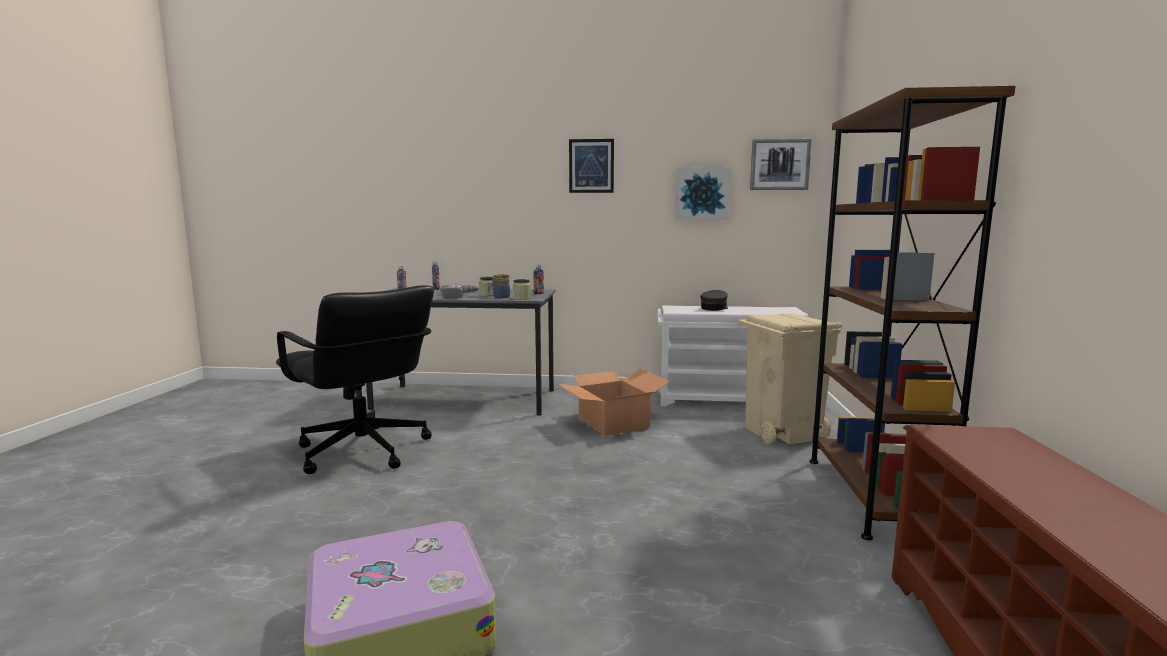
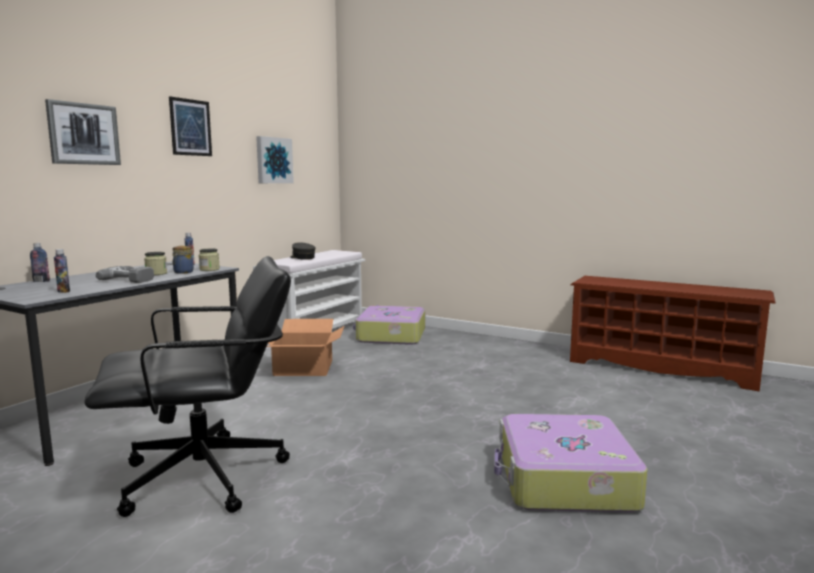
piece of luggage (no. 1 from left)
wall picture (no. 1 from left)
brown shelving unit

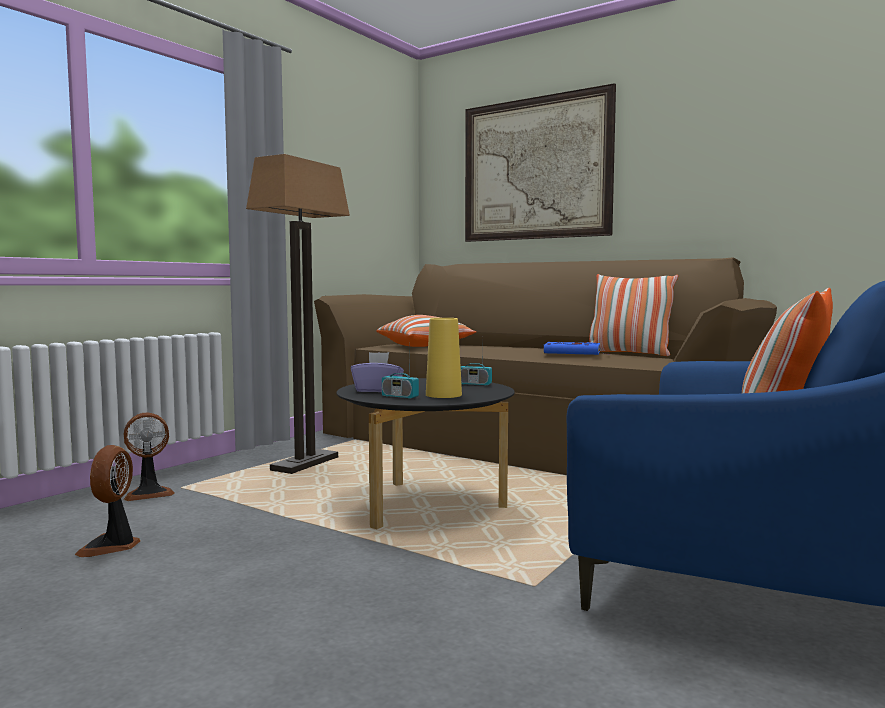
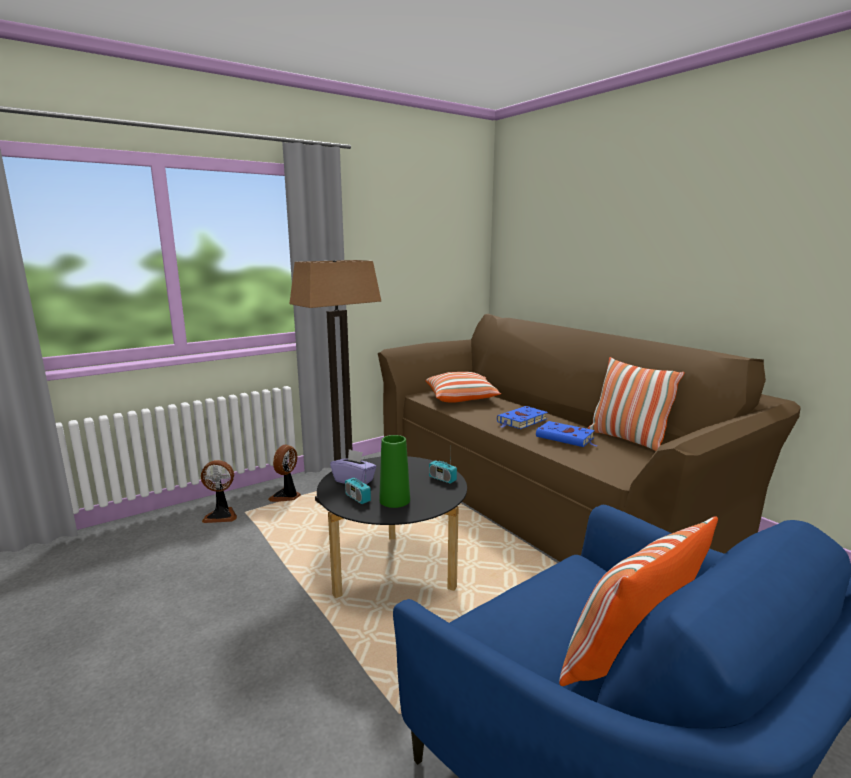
cooling fan (no. 2 from left)
green decorative vase
wall picture
blue book (no. 1 from left)

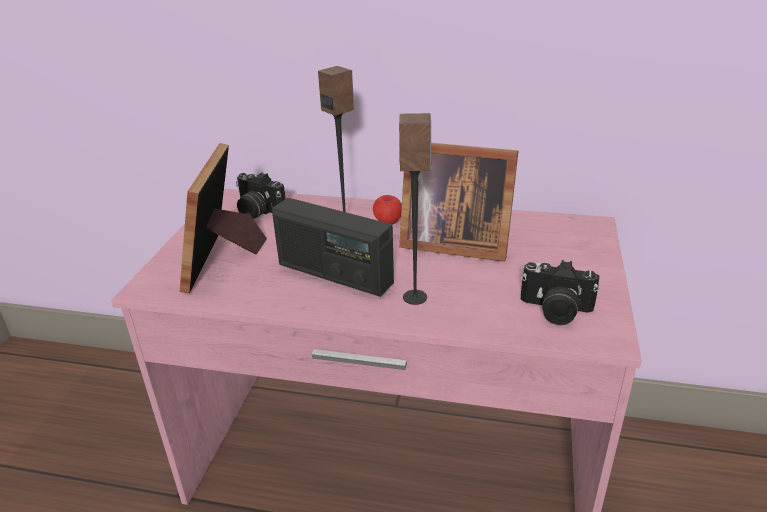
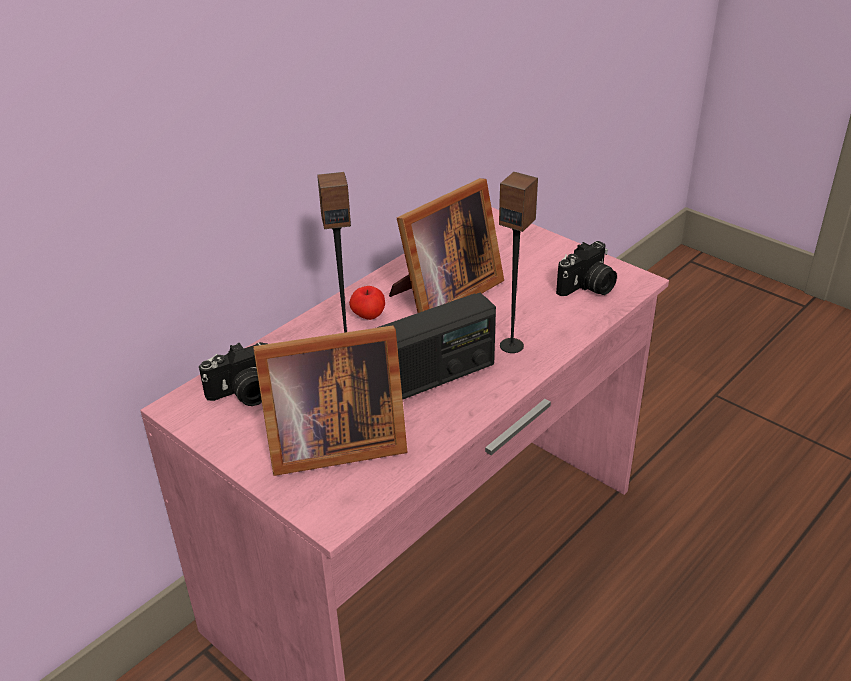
photo frame (no. 1 from left)

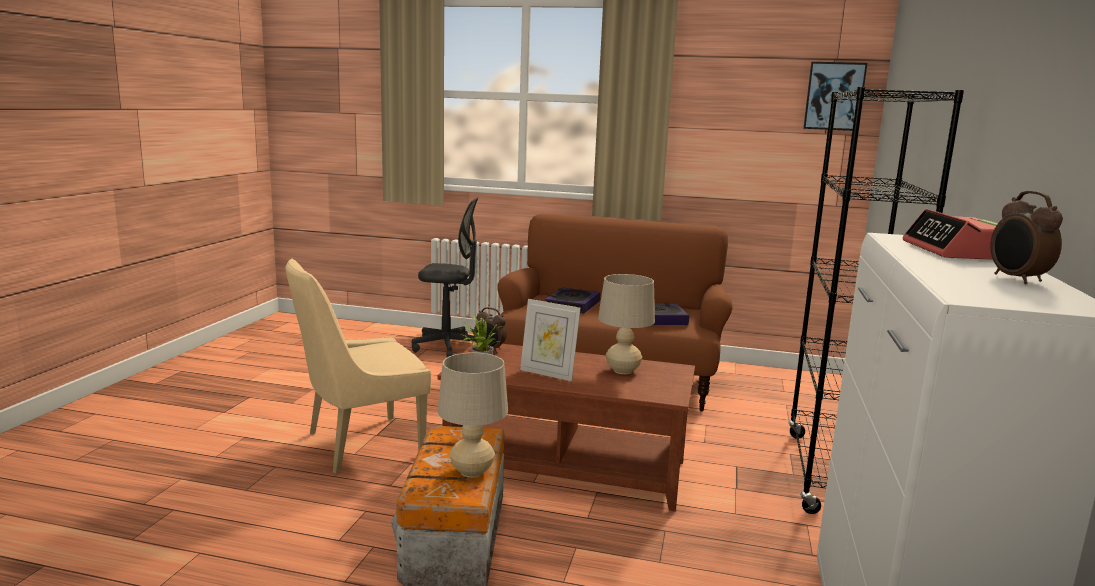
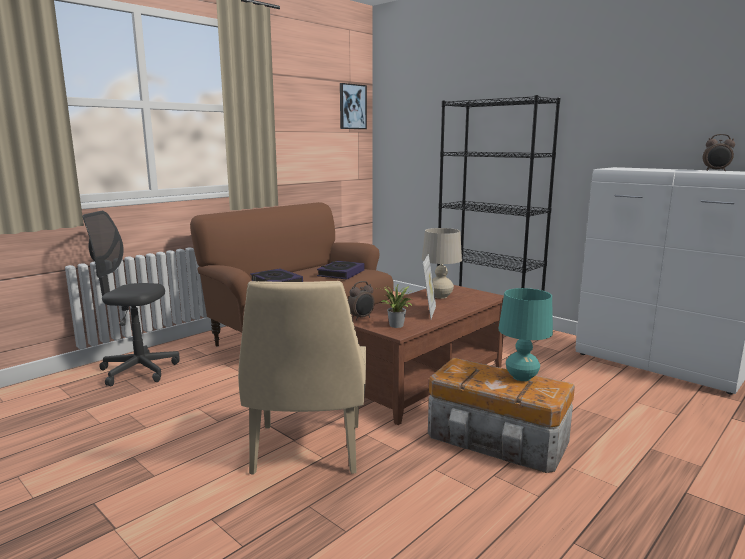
greyish computer chair
turquoise-coloured table lamp
photo frame
bedside clock (no. 2 from left in the first image)

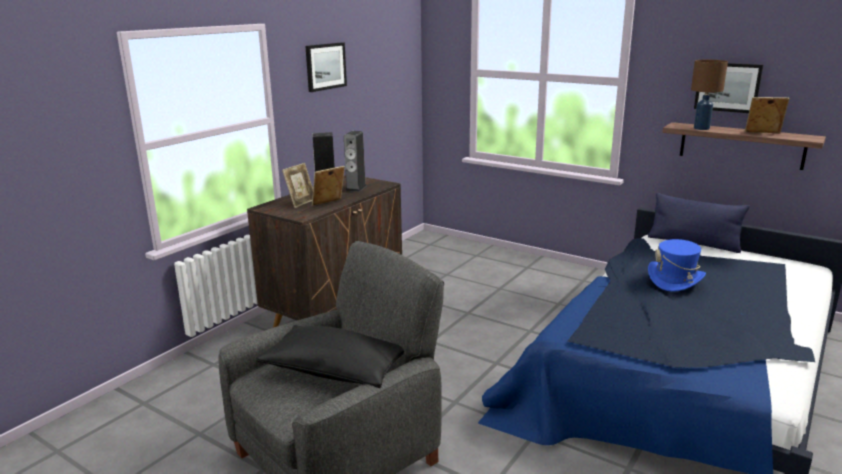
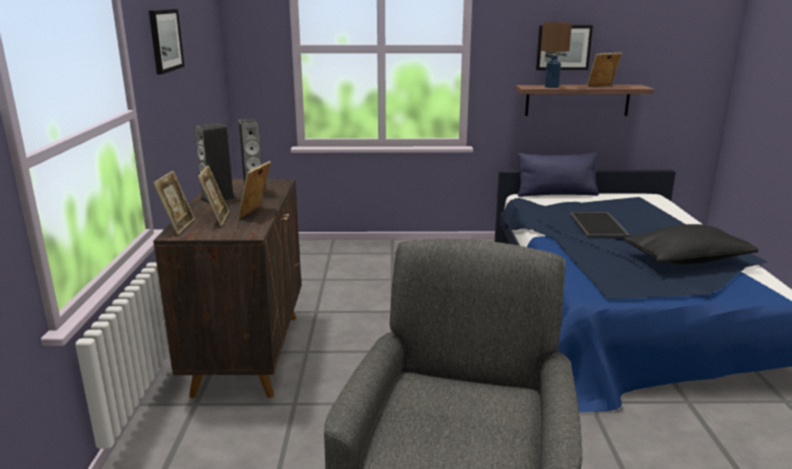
blackish throw pillow
tray
photo frame (no. 1 from left)

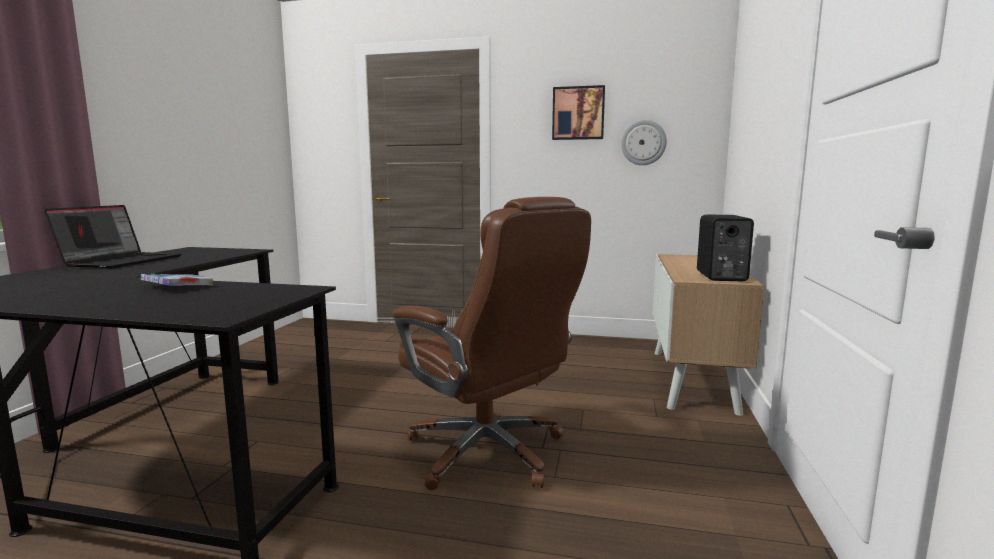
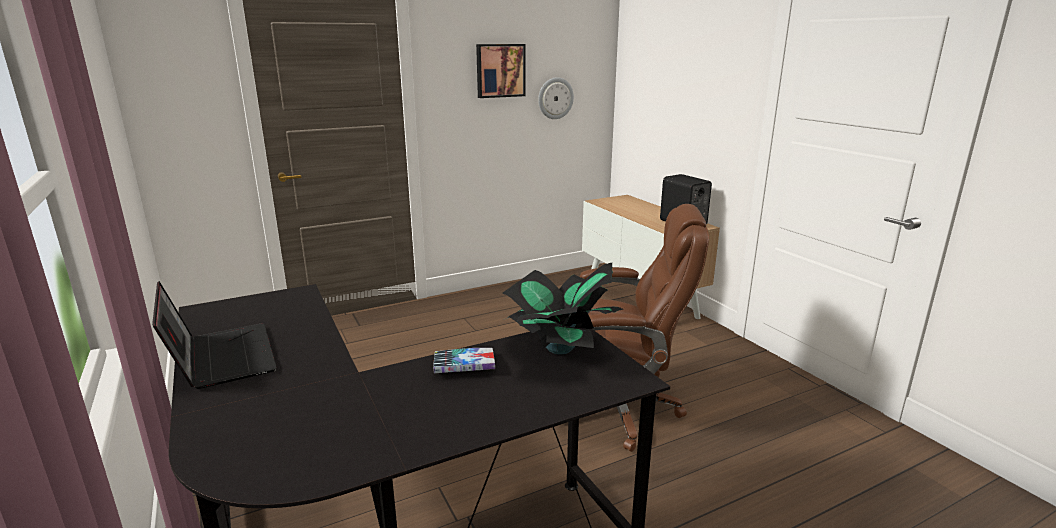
potted plant

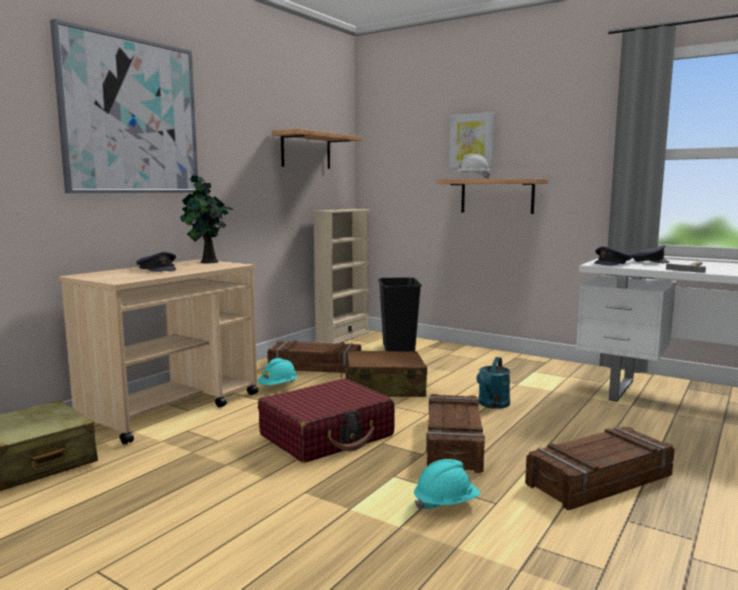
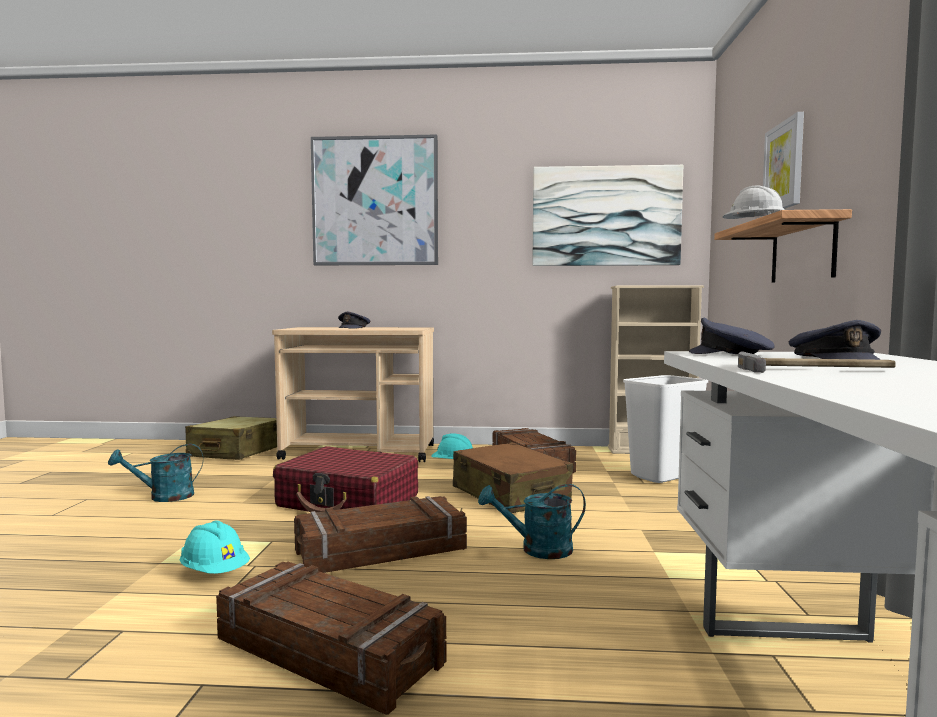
potted plant
wall picture (no. 2 from left)
white-coloured rubbish bin
turquoise-coloured sprinkling can (no. 1 from left)

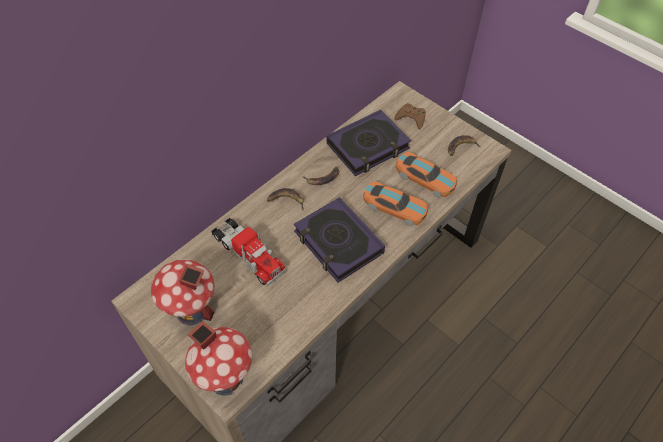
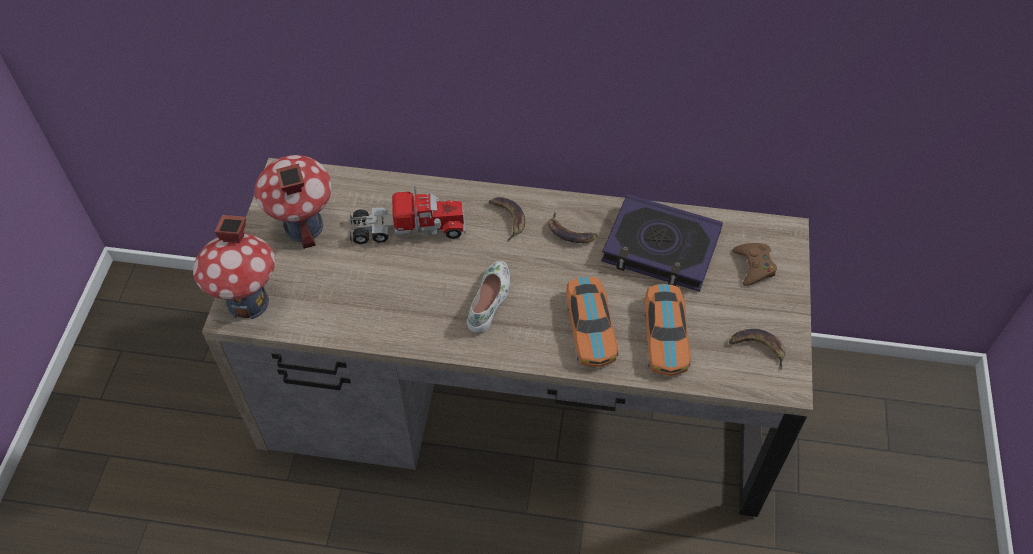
toy lorry
white-coloured low shoe

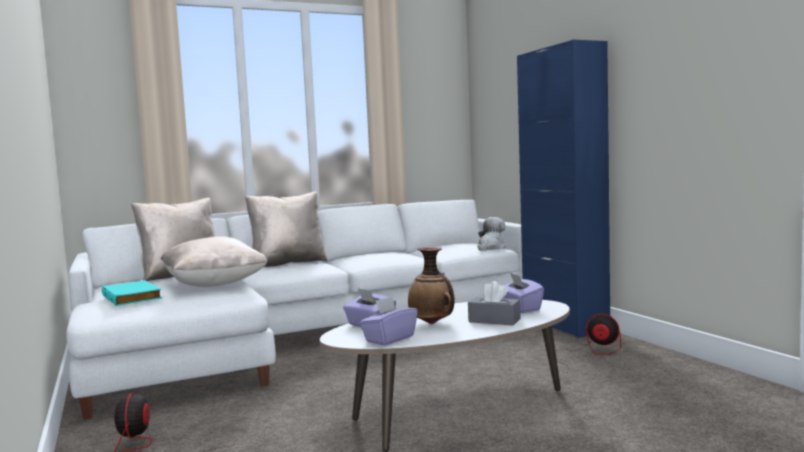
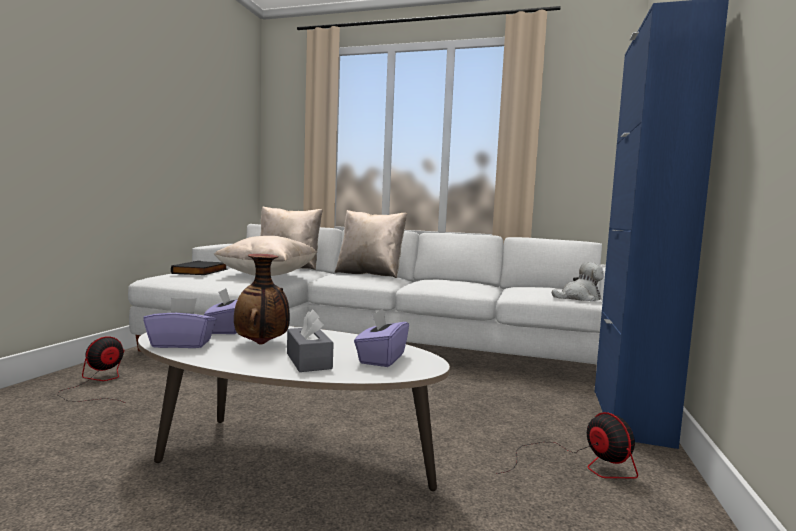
blackish book

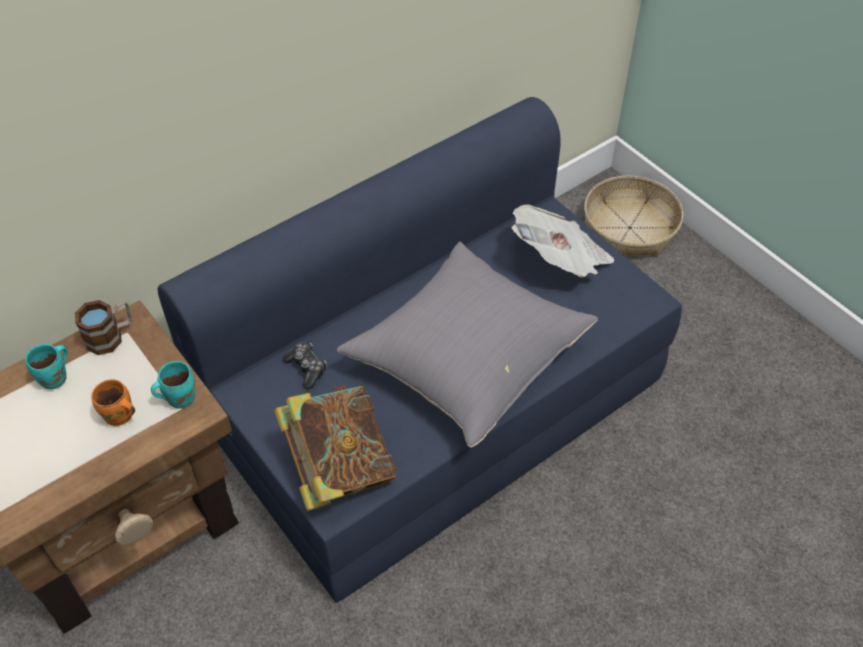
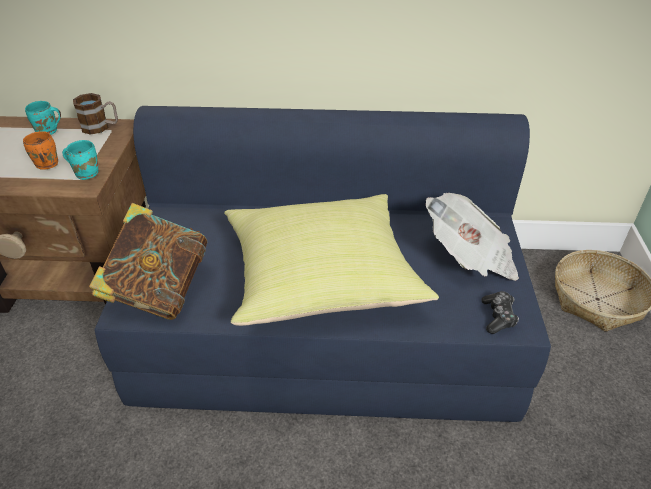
gamepad
yellow throw pillow

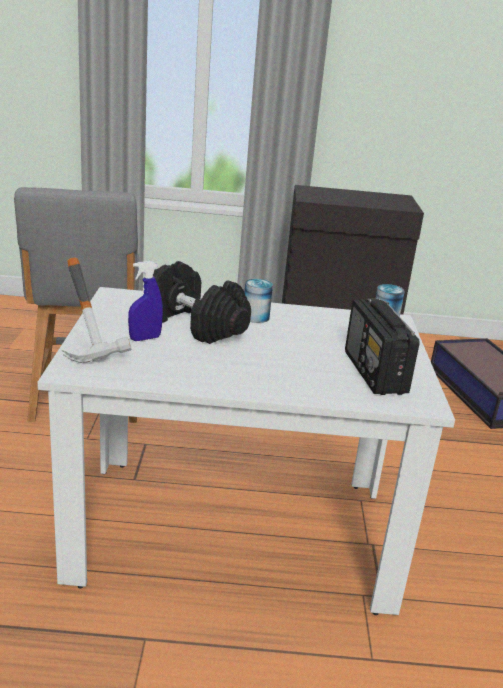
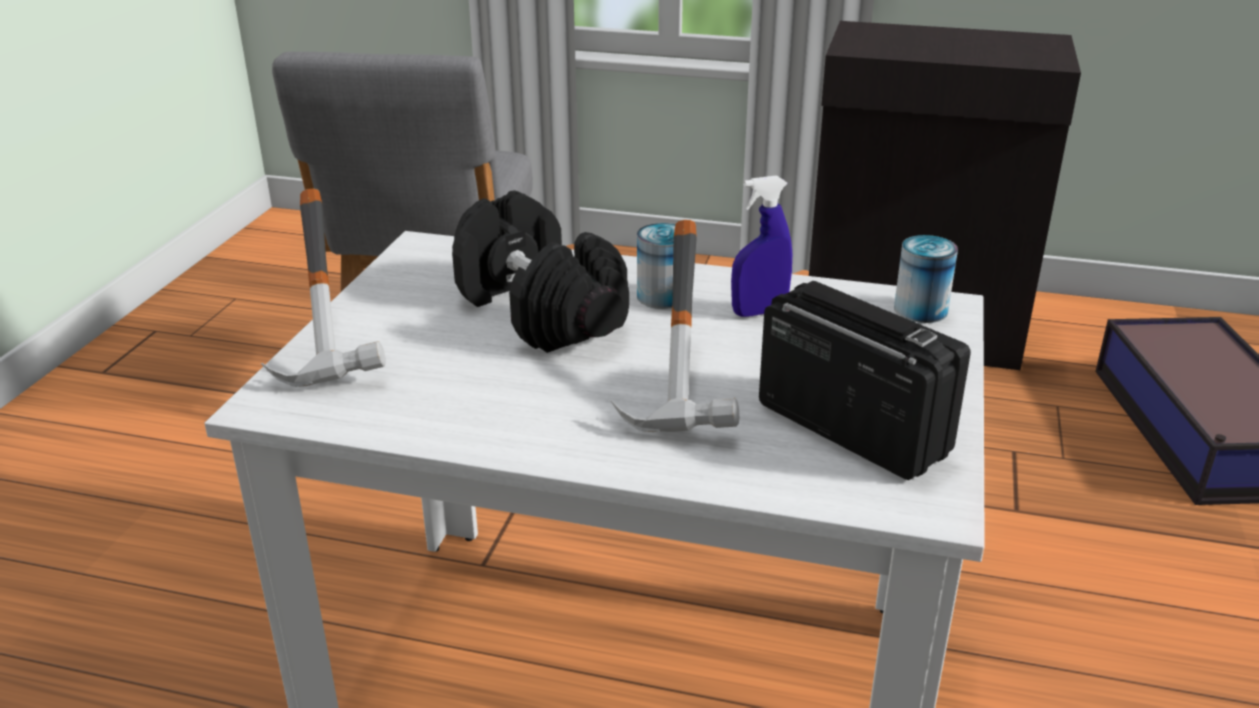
blue hand sprayer
radio
tool hammer (no. 2 from left)

